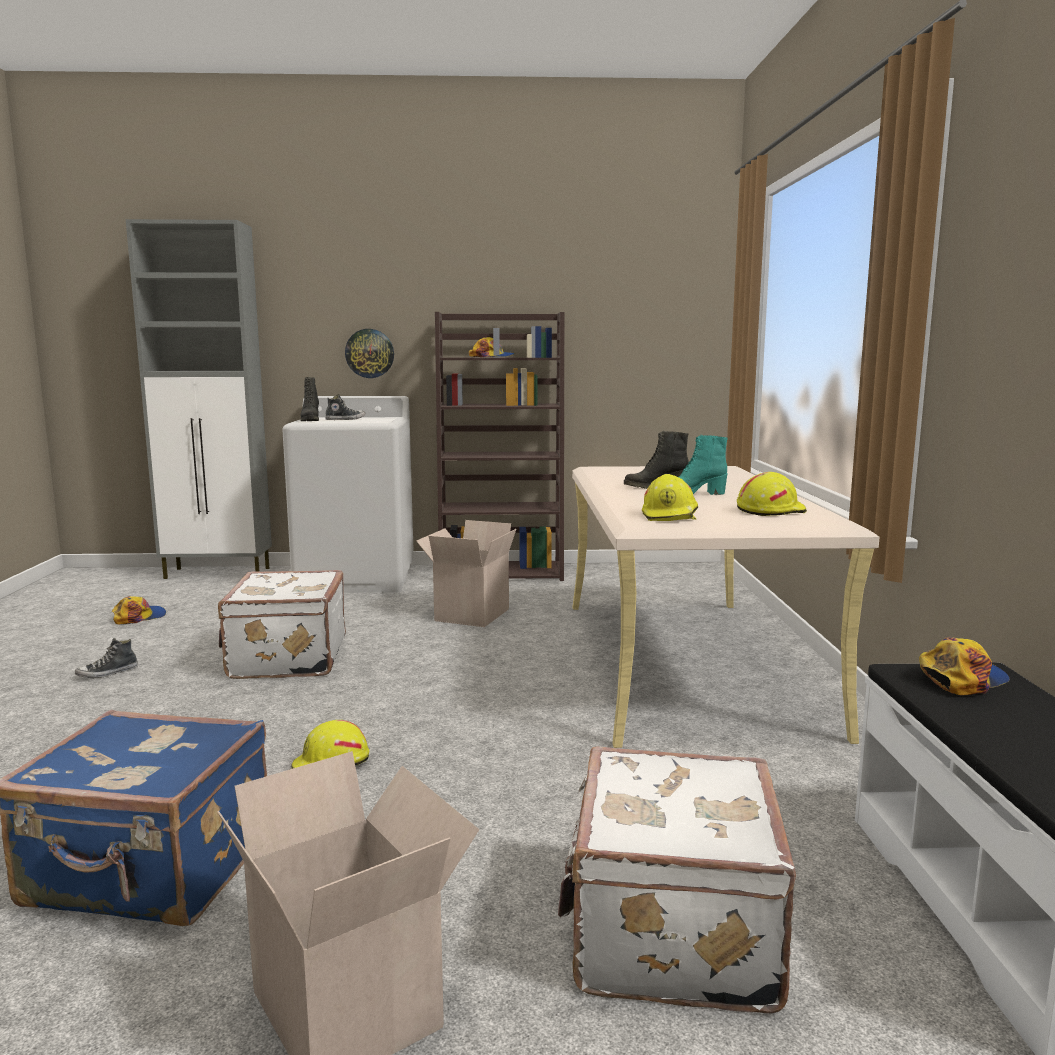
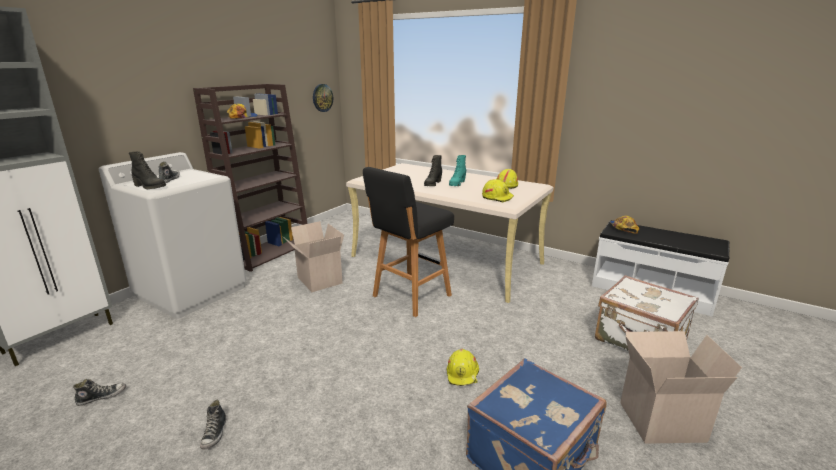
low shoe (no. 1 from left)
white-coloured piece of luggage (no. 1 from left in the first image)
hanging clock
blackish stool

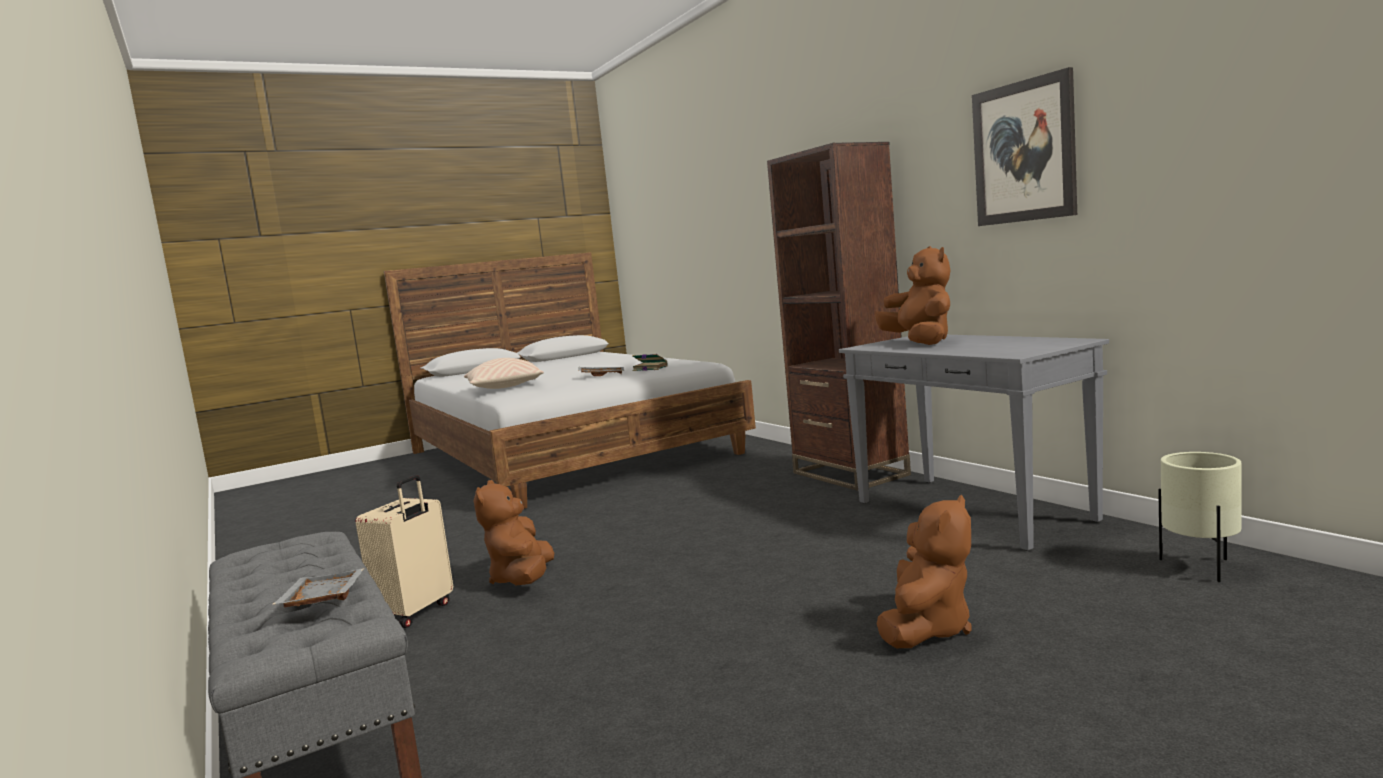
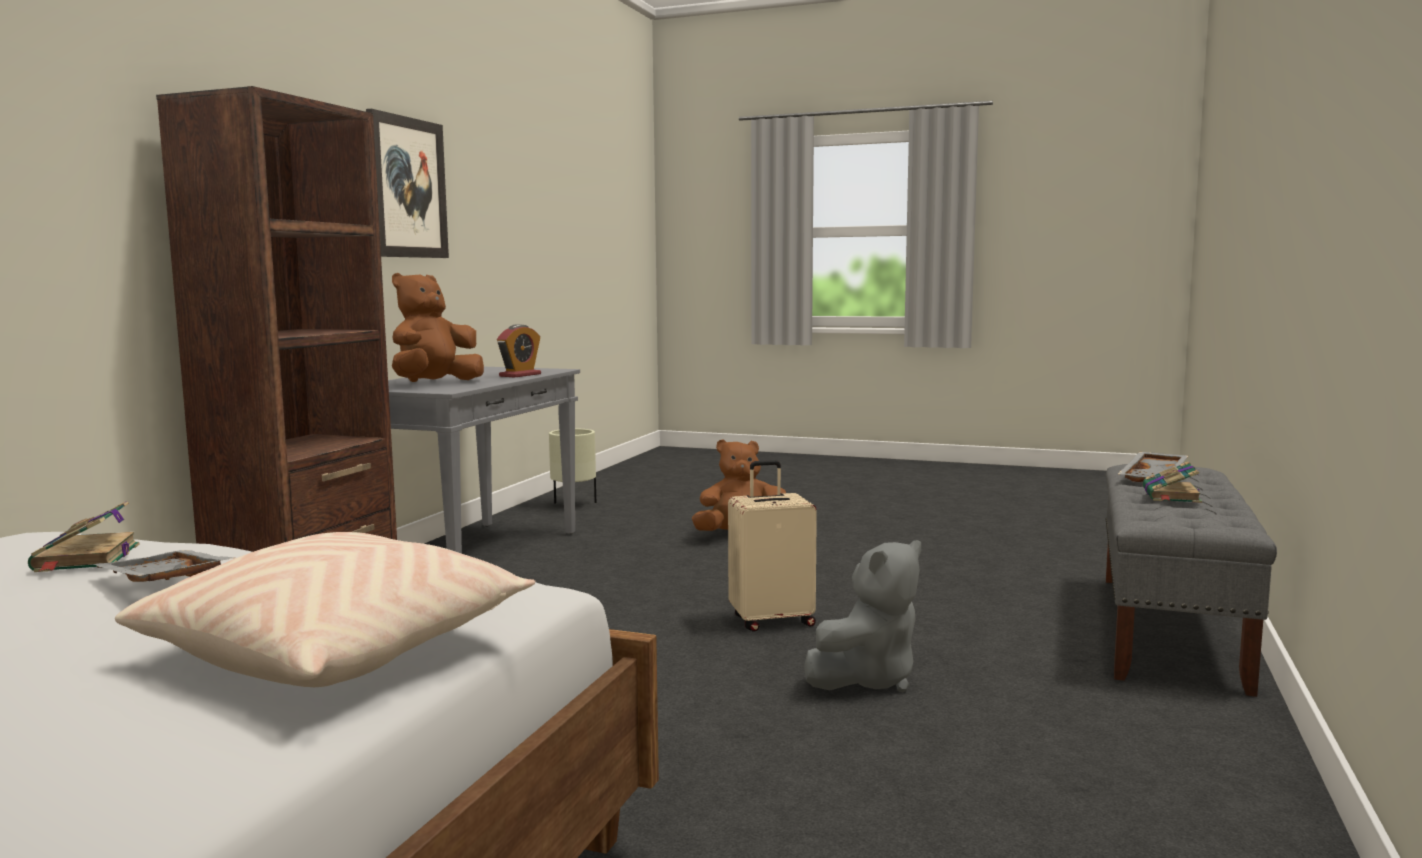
beige piece of luggage
greyish plush toy
bedside clock
book (no. 2 from left)

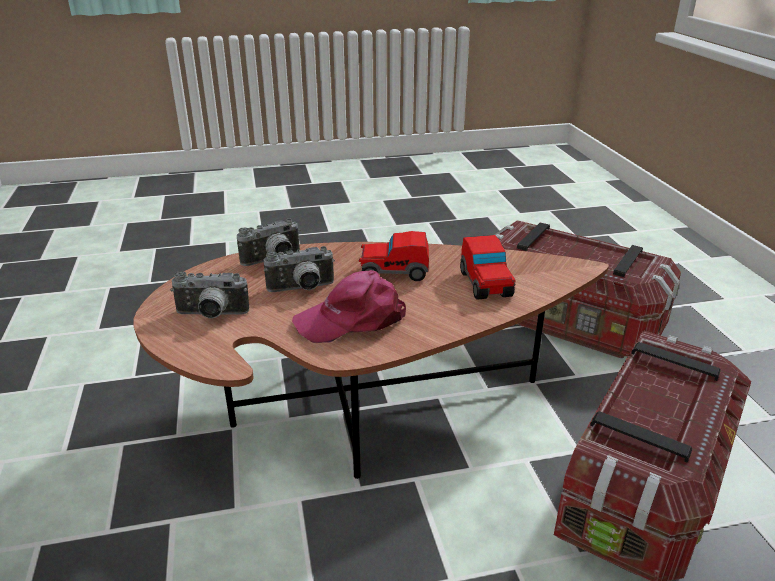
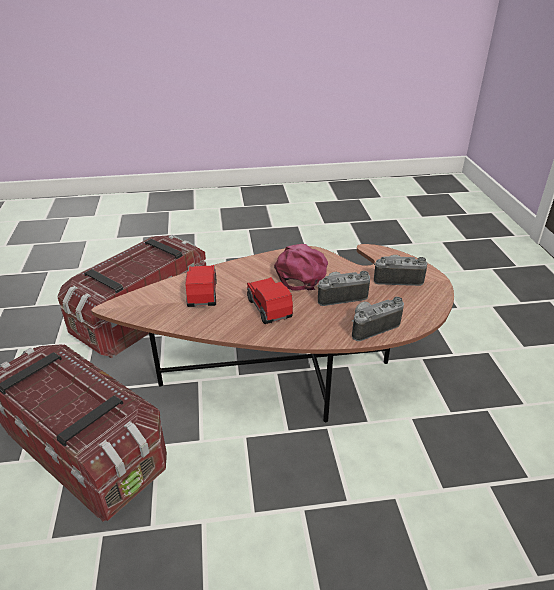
pink-coloured baseball cap
model car (no. 2 from left)

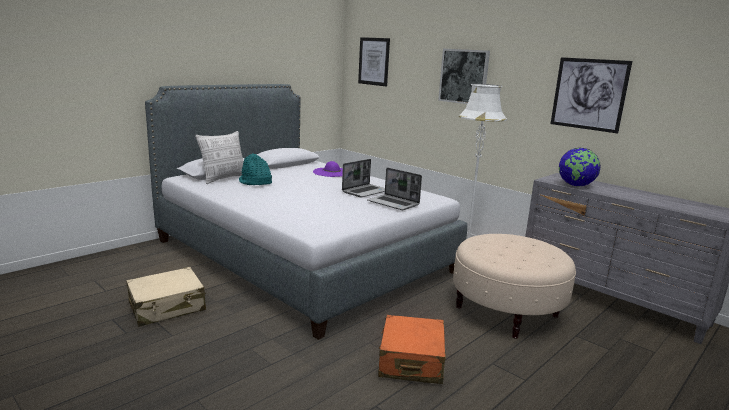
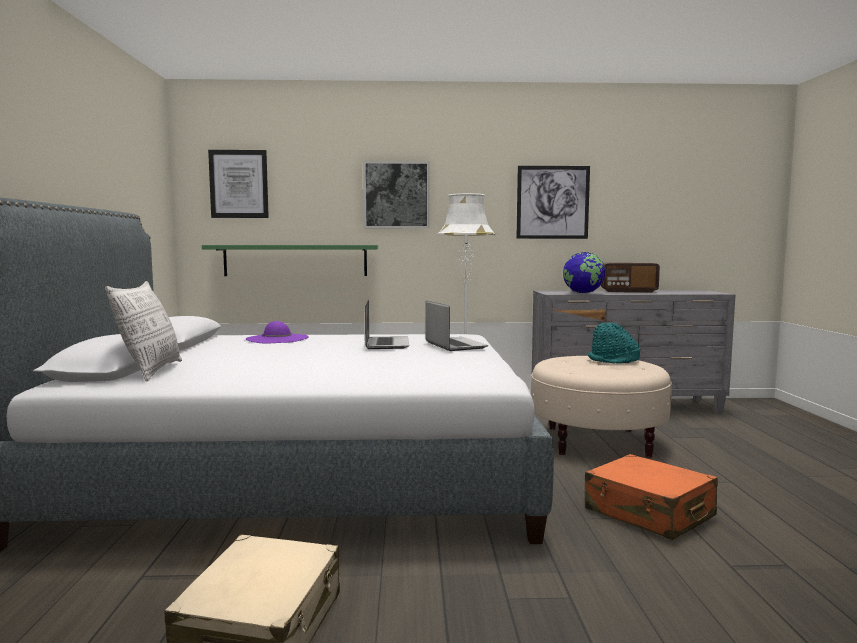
turquoise-coloured hat
notebook computer (no. 2 from left)
green bracket shelf
radio

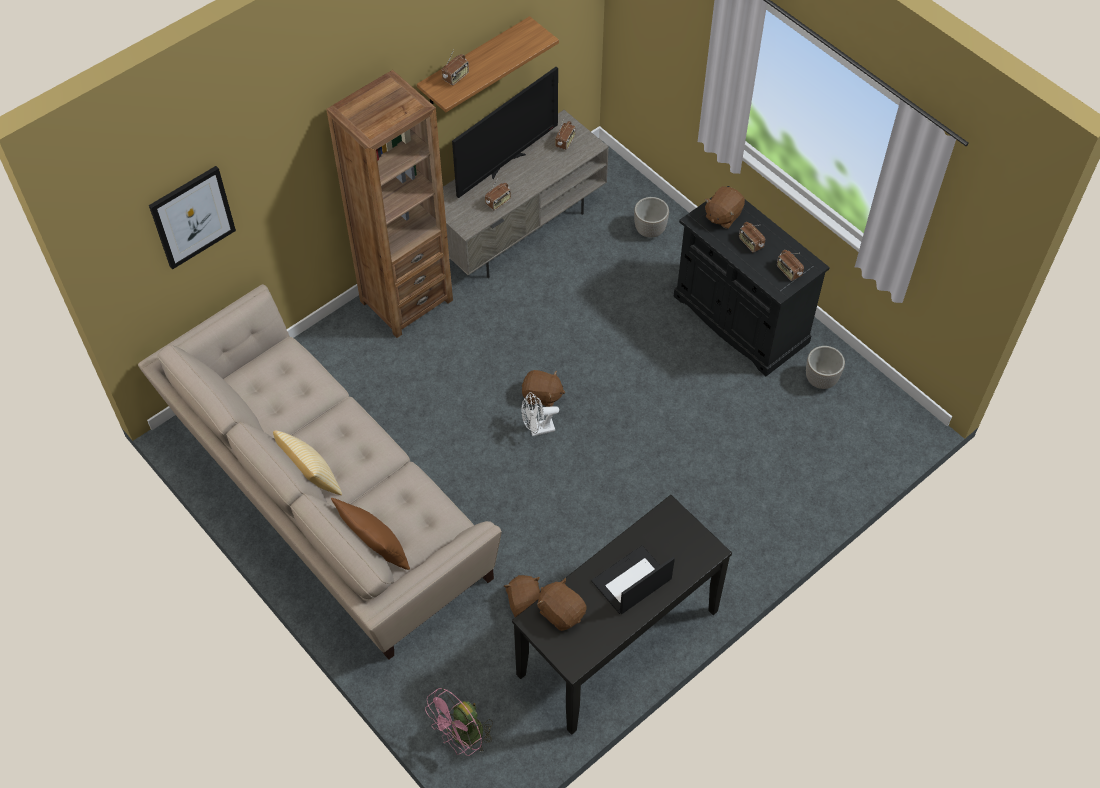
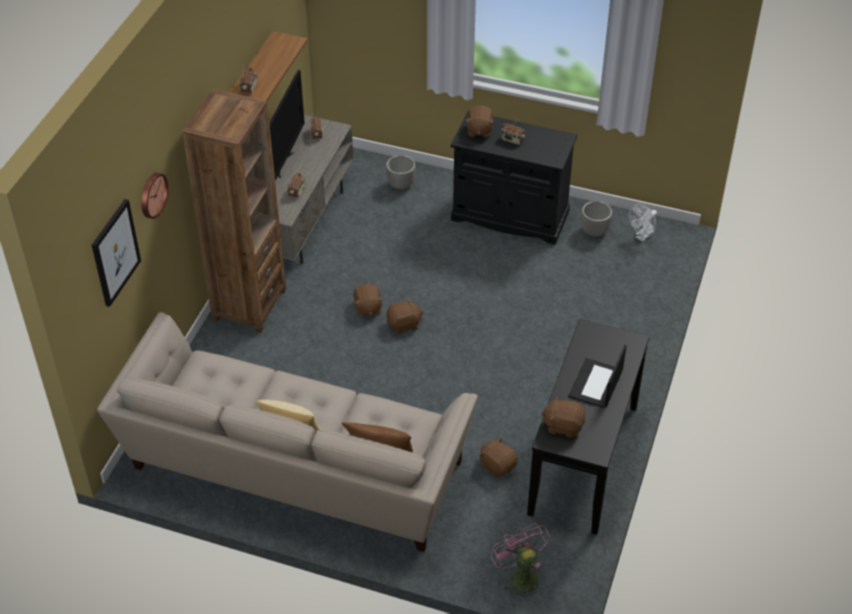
pink-coloured cooling fan
white-coloured cooling fan
radio (no. 5 from left in the first image)
hanging clock
brown plush toy (no. 1 from left)

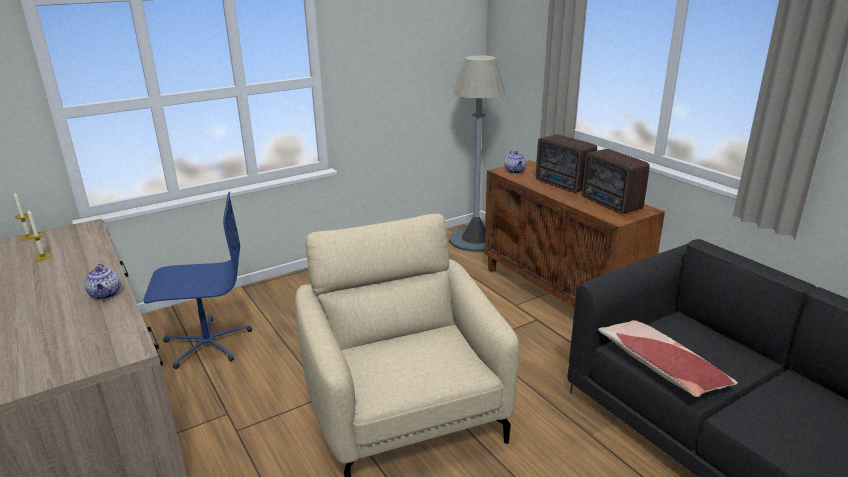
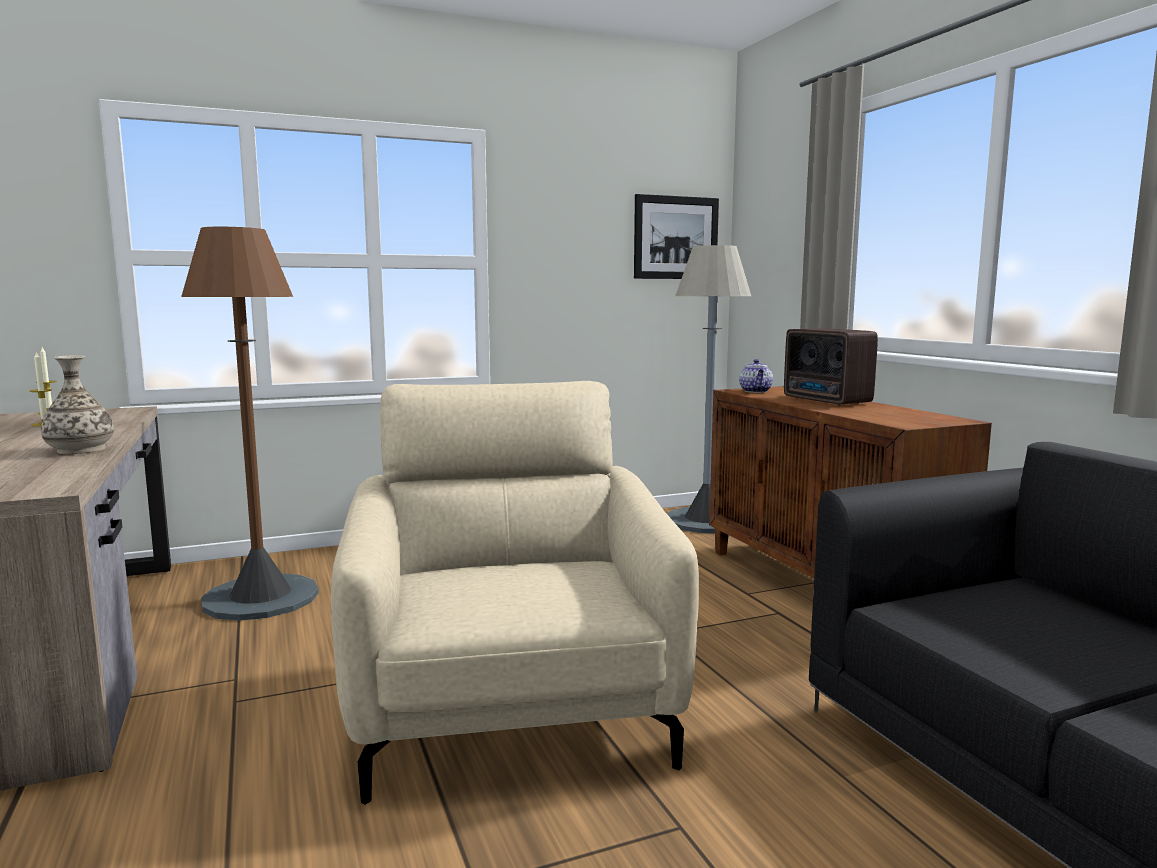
decorative vase
brown standing lamp
radio (no. 2 from left in the first image)
throw pillow
wall picture

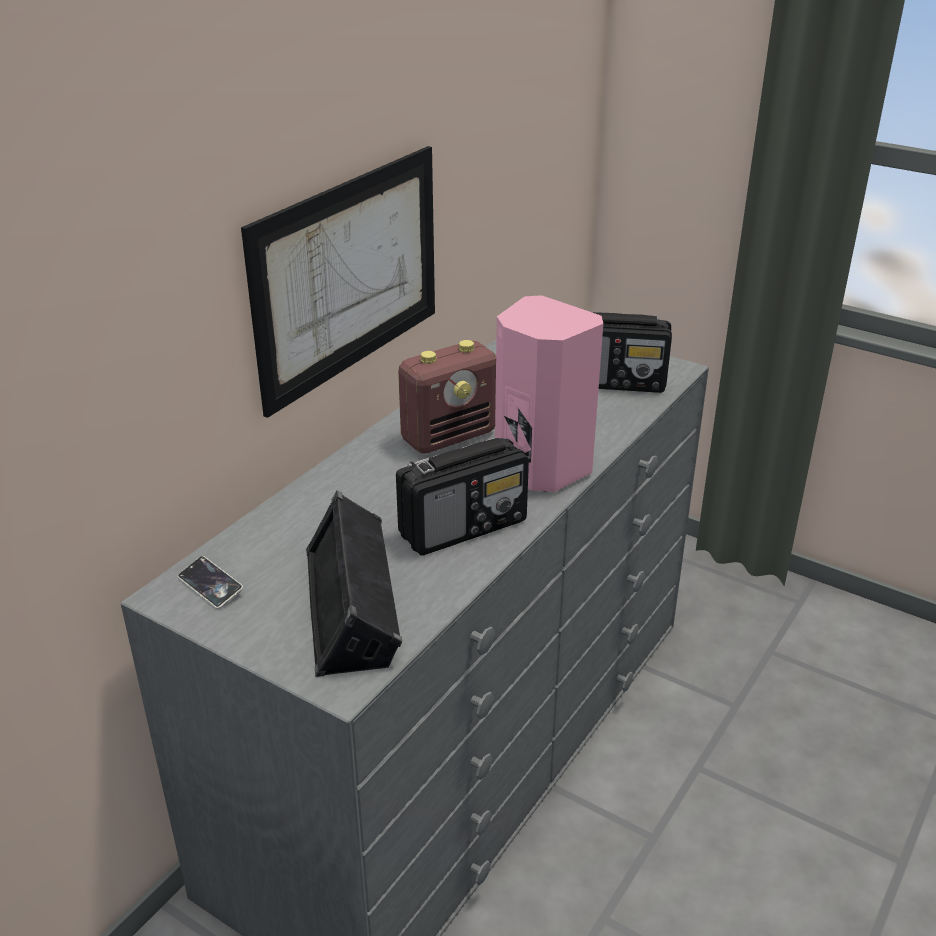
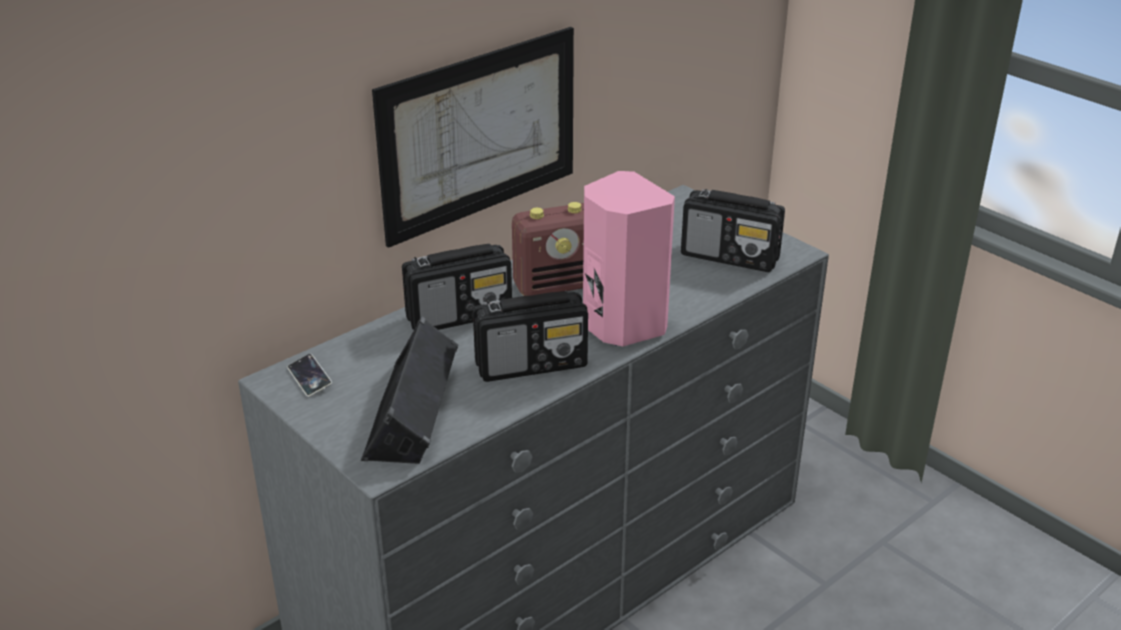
radio (no. 1 from left)

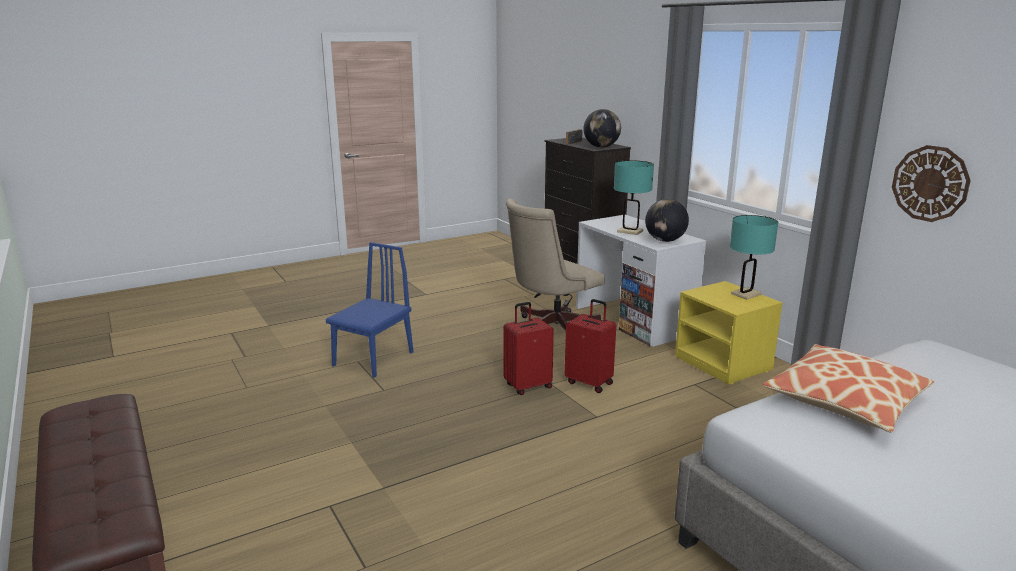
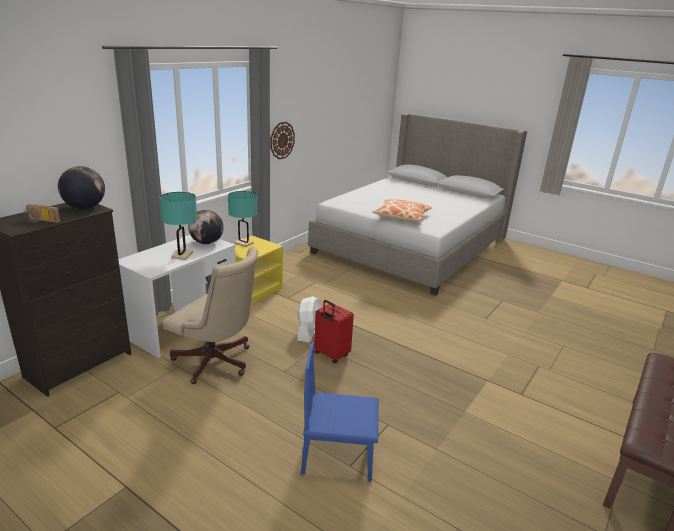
white-coloured cooling fan

